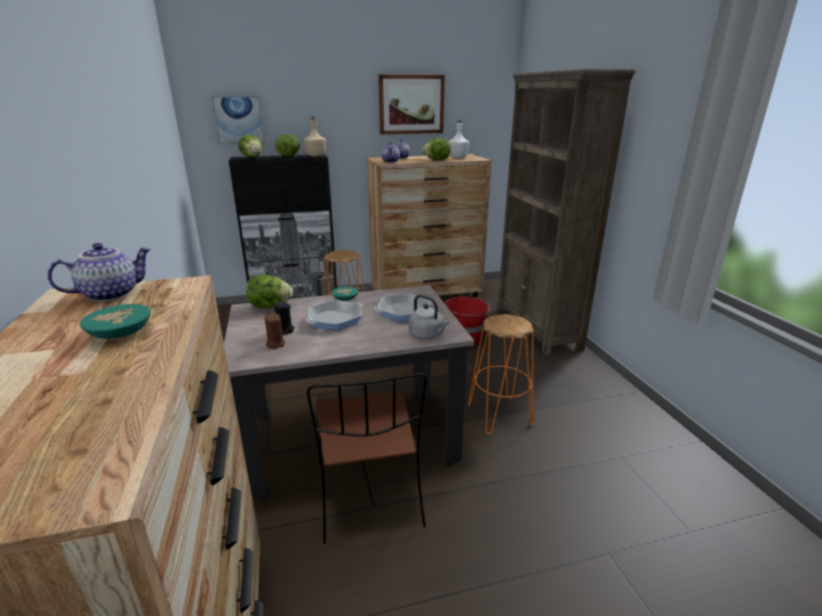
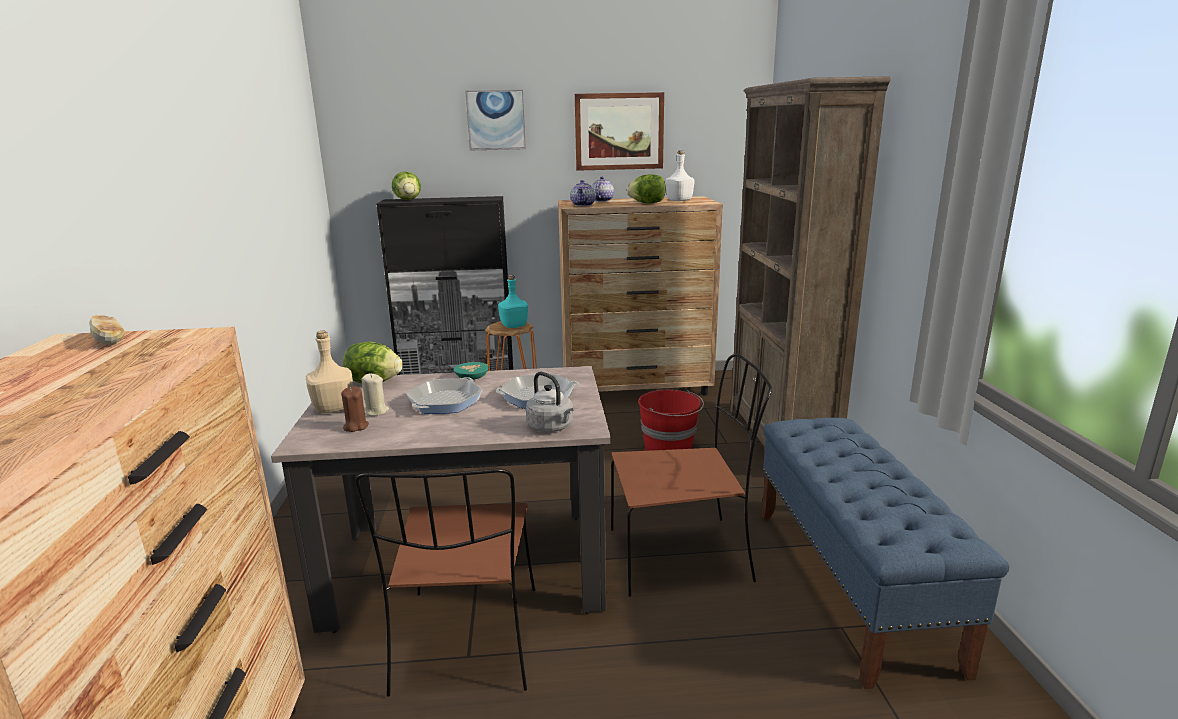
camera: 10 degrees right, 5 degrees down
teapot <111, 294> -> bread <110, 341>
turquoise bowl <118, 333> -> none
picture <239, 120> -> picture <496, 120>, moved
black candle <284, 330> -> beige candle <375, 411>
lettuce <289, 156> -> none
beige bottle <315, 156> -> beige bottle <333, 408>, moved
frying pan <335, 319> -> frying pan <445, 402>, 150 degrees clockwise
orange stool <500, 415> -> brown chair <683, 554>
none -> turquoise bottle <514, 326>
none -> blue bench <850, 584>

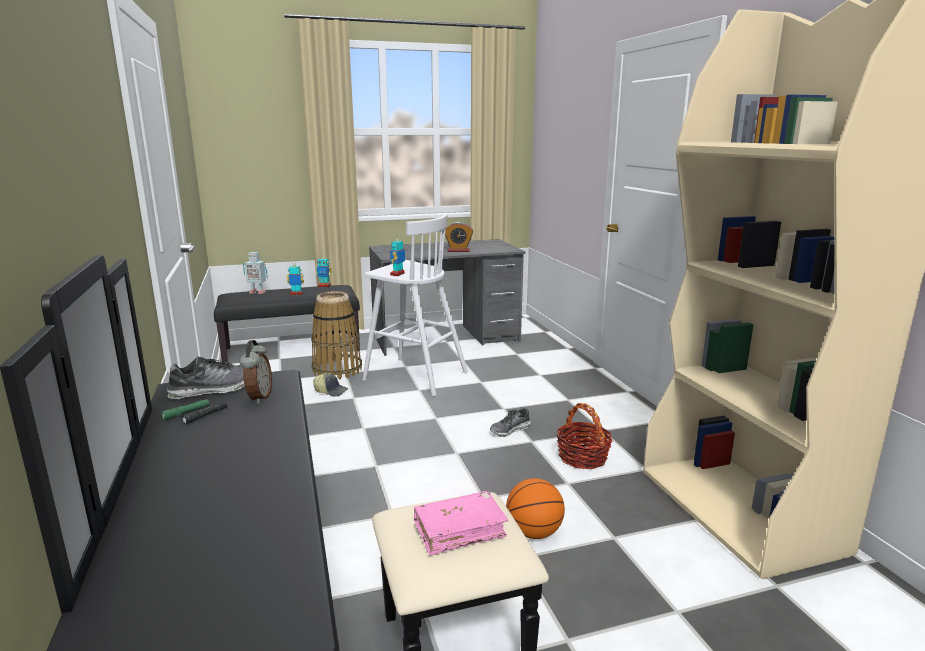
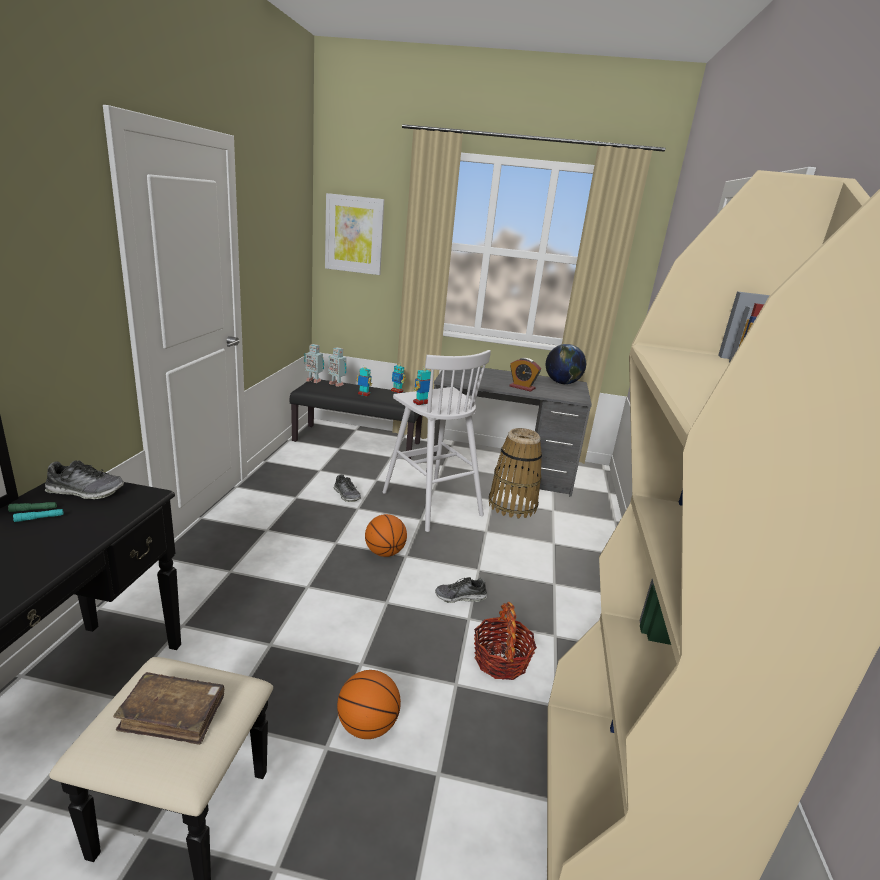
camera: 25 degrees right, 5 degrees up
black flashlight <205, 415> -> turquoise flashlight <39, 518>
alarm clock <258, 397> -> none
basket <337, 370> -> basket <512, 505>, moved
cap <331, 391> -> shoe <347, 495>
pink book <459, 530> -> brown book <173, 715>
none -> toy robot <313, 380>
none -> picture <354, 234>
none -> basketball <384, 553>
none -> globe <562, 383>

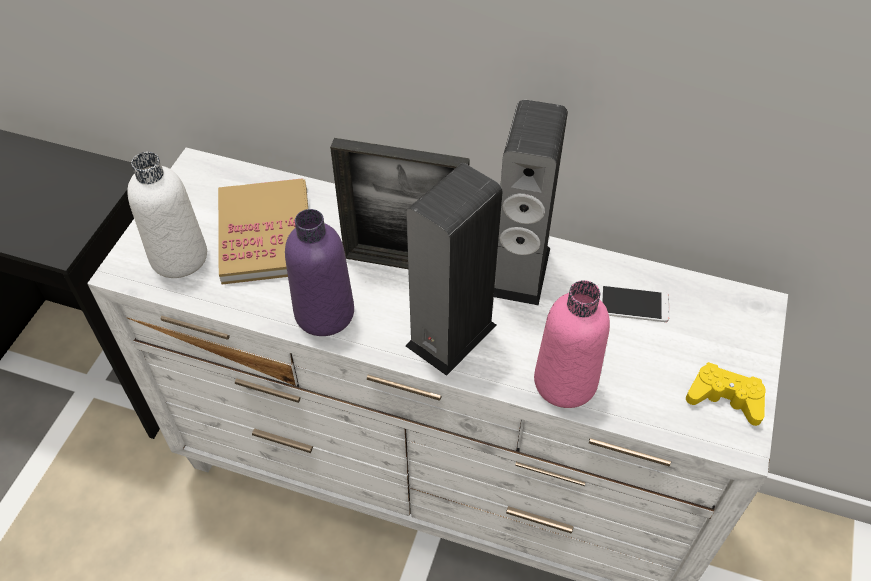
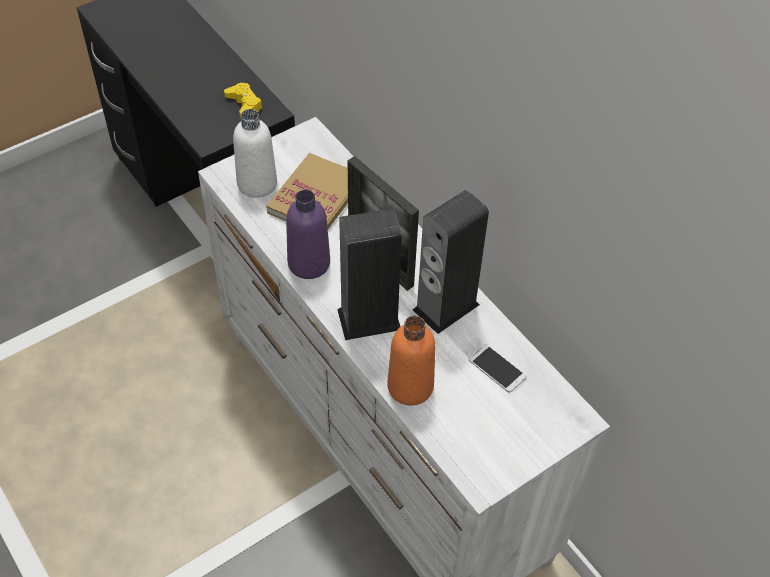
camera: 35 degrees right, 0 degrees up
pink bottle <565, 382> -> orange bottle <410, 386>
yellow game controller <725, 398> -> yellow game controller <244, 104>, moved

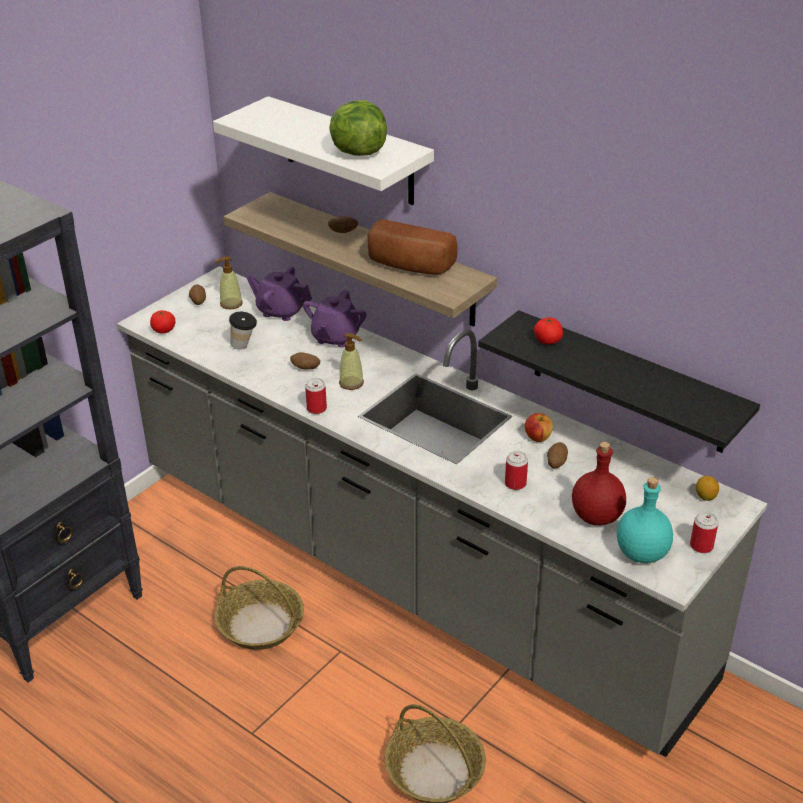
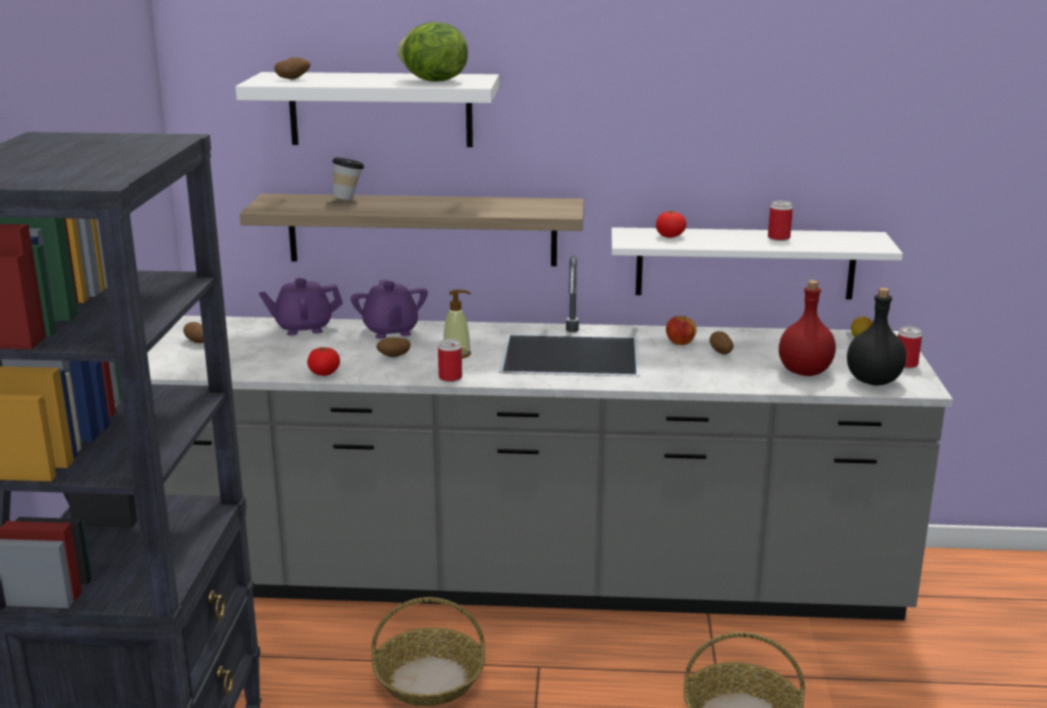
camera: 35 degrees left, 15 degrees down
tomato <164, 330> -> tomato <324, 373>, moved
soap dispenser <231, 304> -> none
cup <244, 346> -> cup <349, 199>, moved
potato <343, 232> -> potato <293, 79>, moved
bread <408, 266> -> none
black shelf <628, 383> -> white shelf <745, 263>
can <515, 483> -> can <778, 238>, moved
turquoise bottle <642, 552> -> black bottle <872, 381>

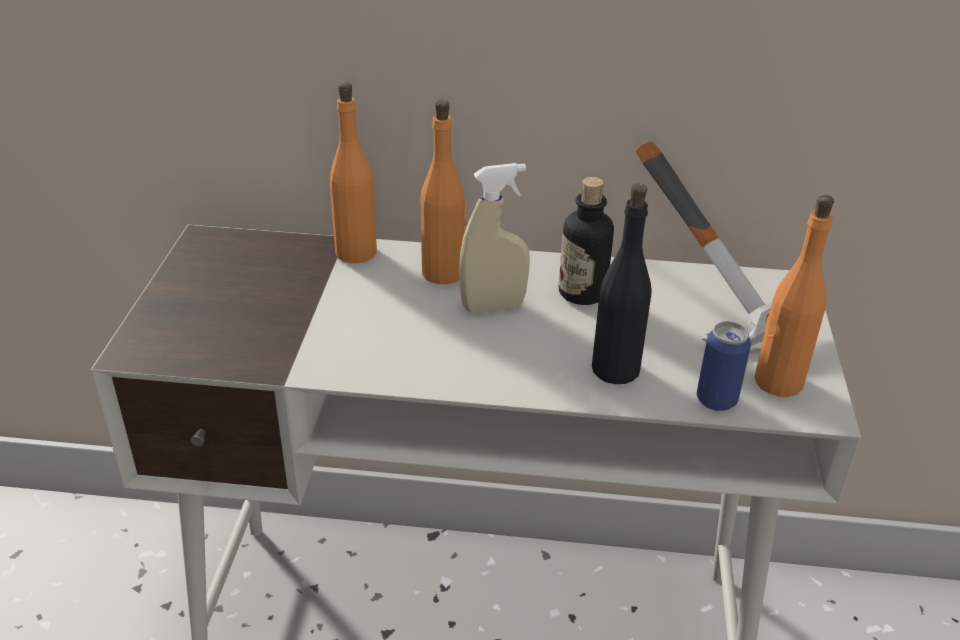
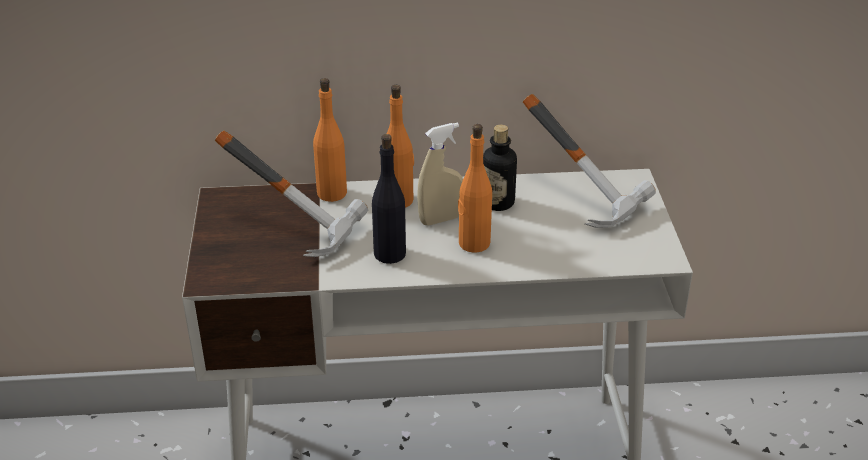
camera: 10 degrees left, 0 degrees up
black bottle <616, 369> -> black bottle <390, 254>, moved
can <716, 400> -> none
orange bottle <777, 381> -> orange bottle <473, 243>, moved
none -> hammer <301, 223>

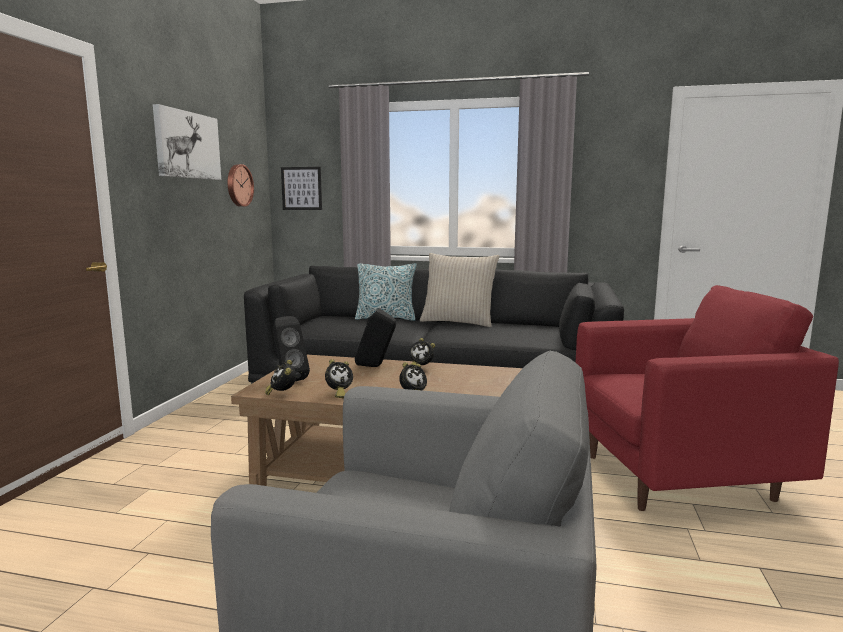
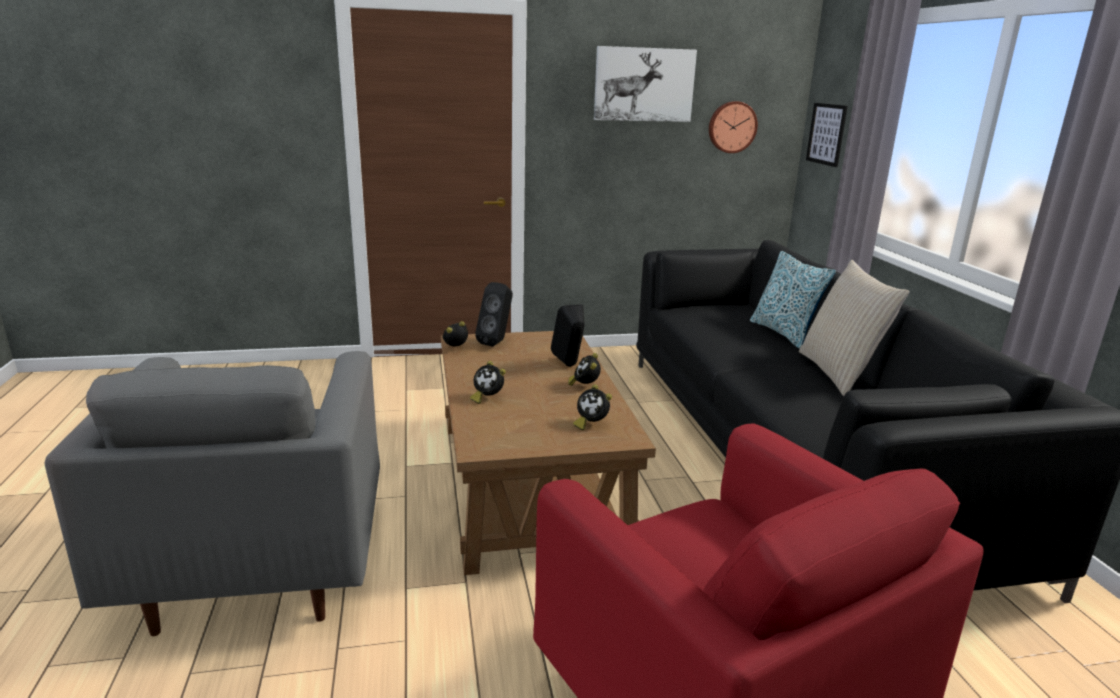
camera: 65 degrees right, 10 degrees up
alarm clock <338, 394> -> alarm clock <591, 424>, moved

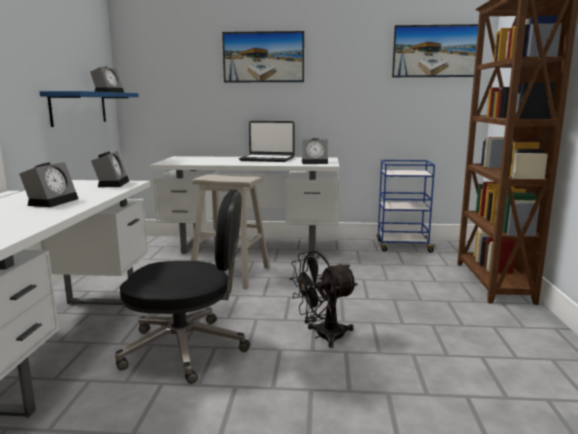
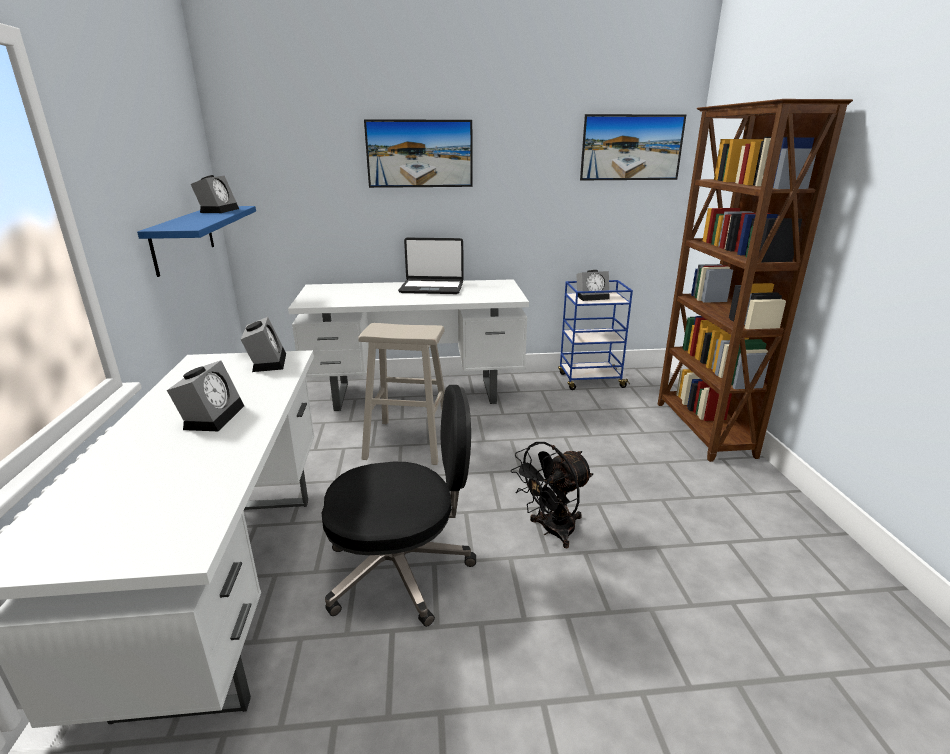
camera: 10 degrees left, 10 degrees up
alarm clock <315, 162> -> alarm clock <592, 297>, moved

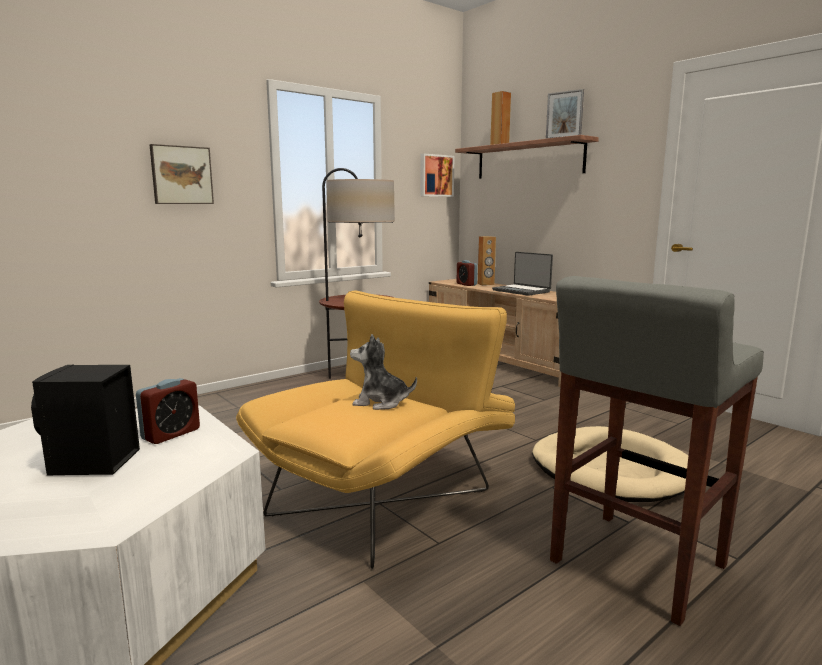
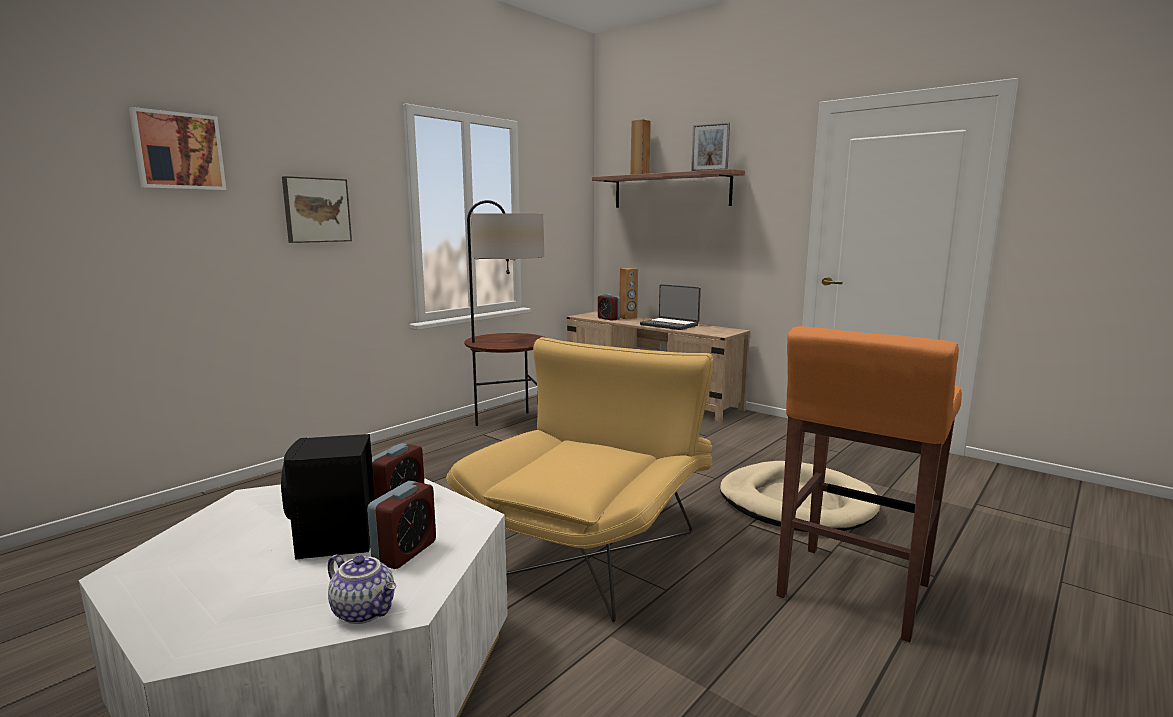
camera: 10 degrees left, 0 degrees up
plush toy <380, 402> -> none
picture <435, 175> -> picture <178, 151>, moved
grey stool <635, 565> -> orange stool <852, 591>
none -> teapot <365, 611>
none -> alarm clock <405, 552>

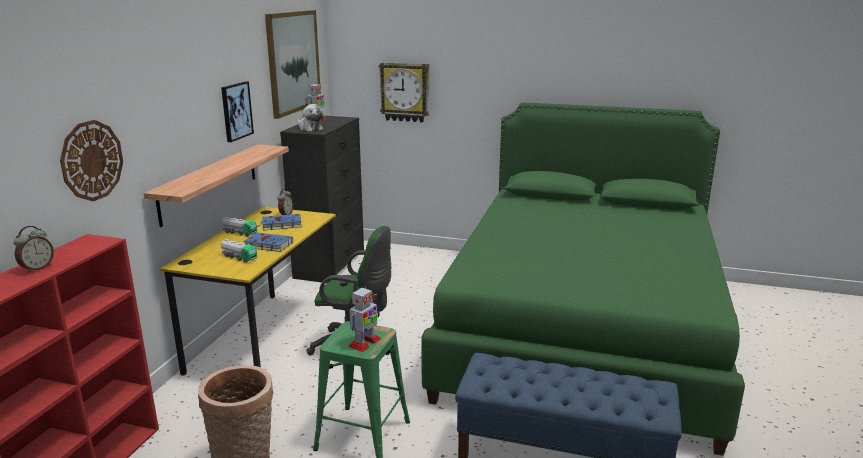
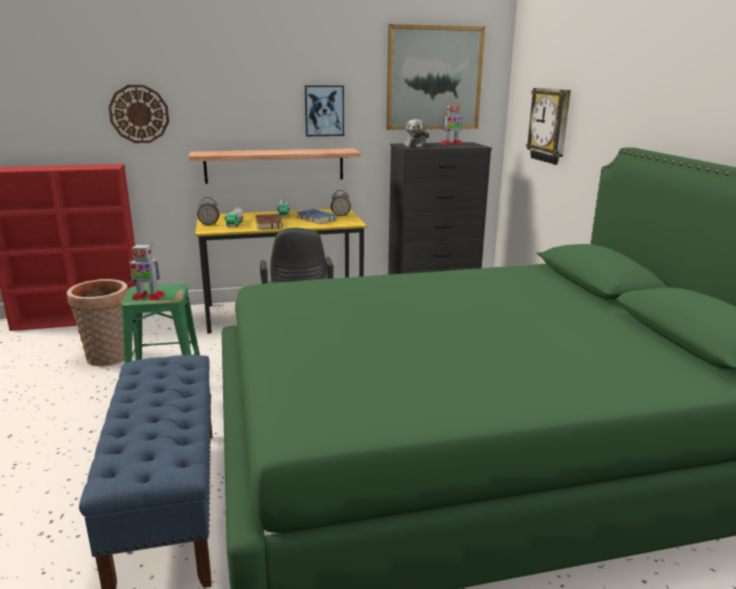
camera: 60 degrees right, 0 degrees up
alarm clock <37, 268> -> alarm clock <209, 224>, moved
blue book <267, 245> -> brown book <268, 224>

